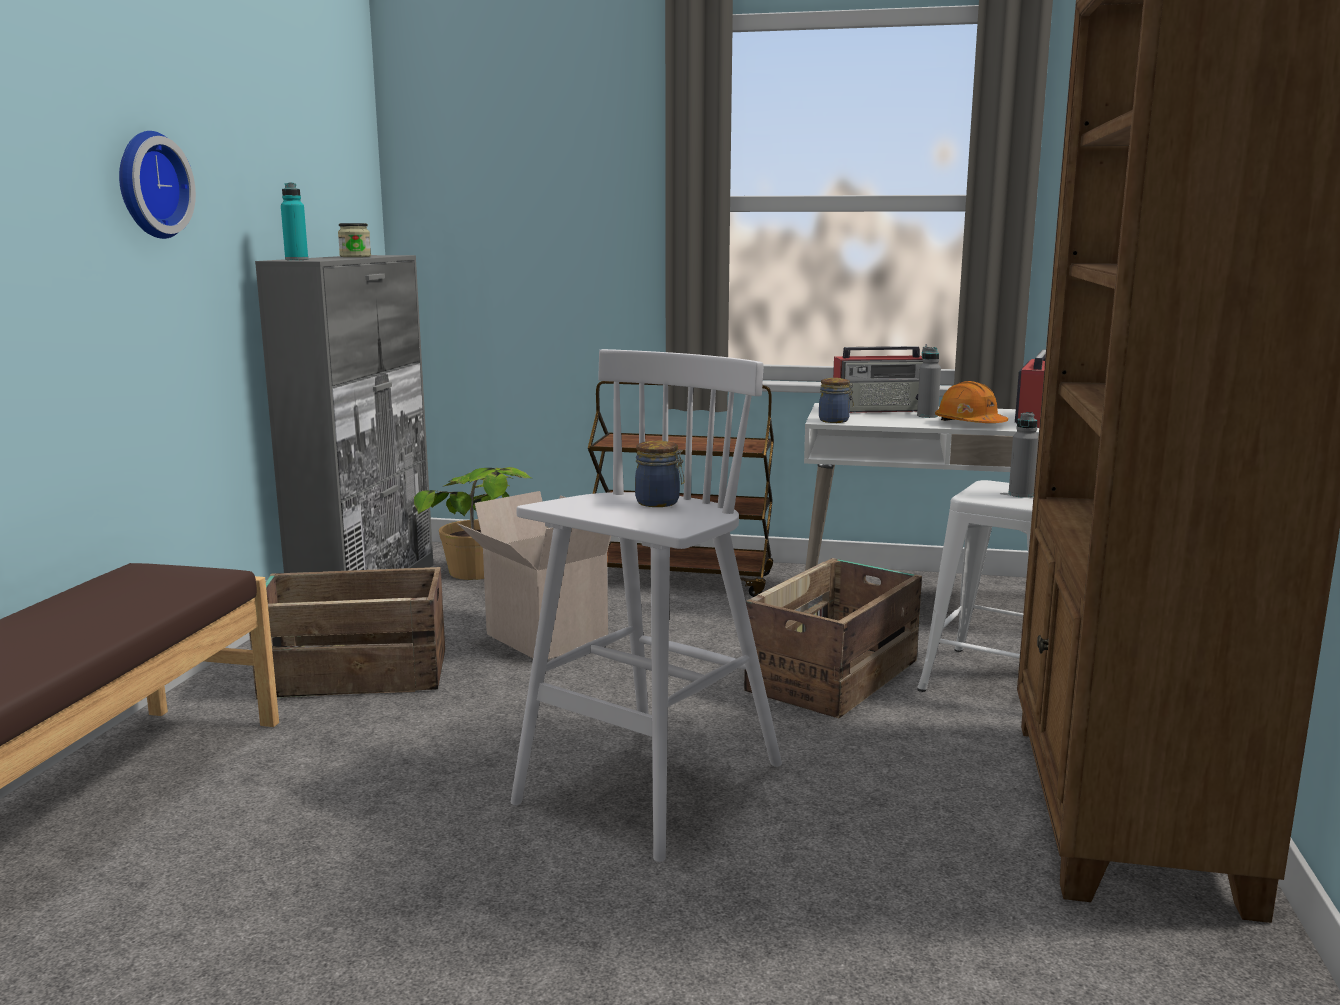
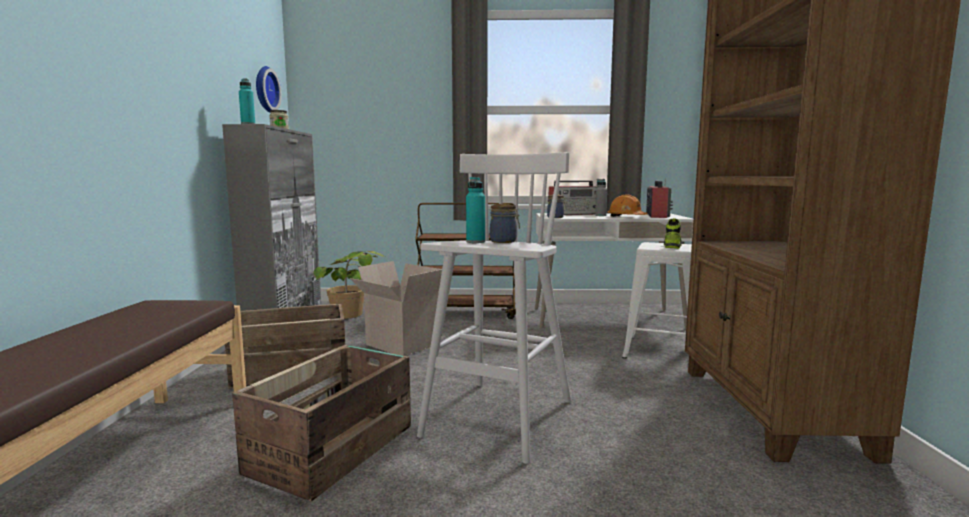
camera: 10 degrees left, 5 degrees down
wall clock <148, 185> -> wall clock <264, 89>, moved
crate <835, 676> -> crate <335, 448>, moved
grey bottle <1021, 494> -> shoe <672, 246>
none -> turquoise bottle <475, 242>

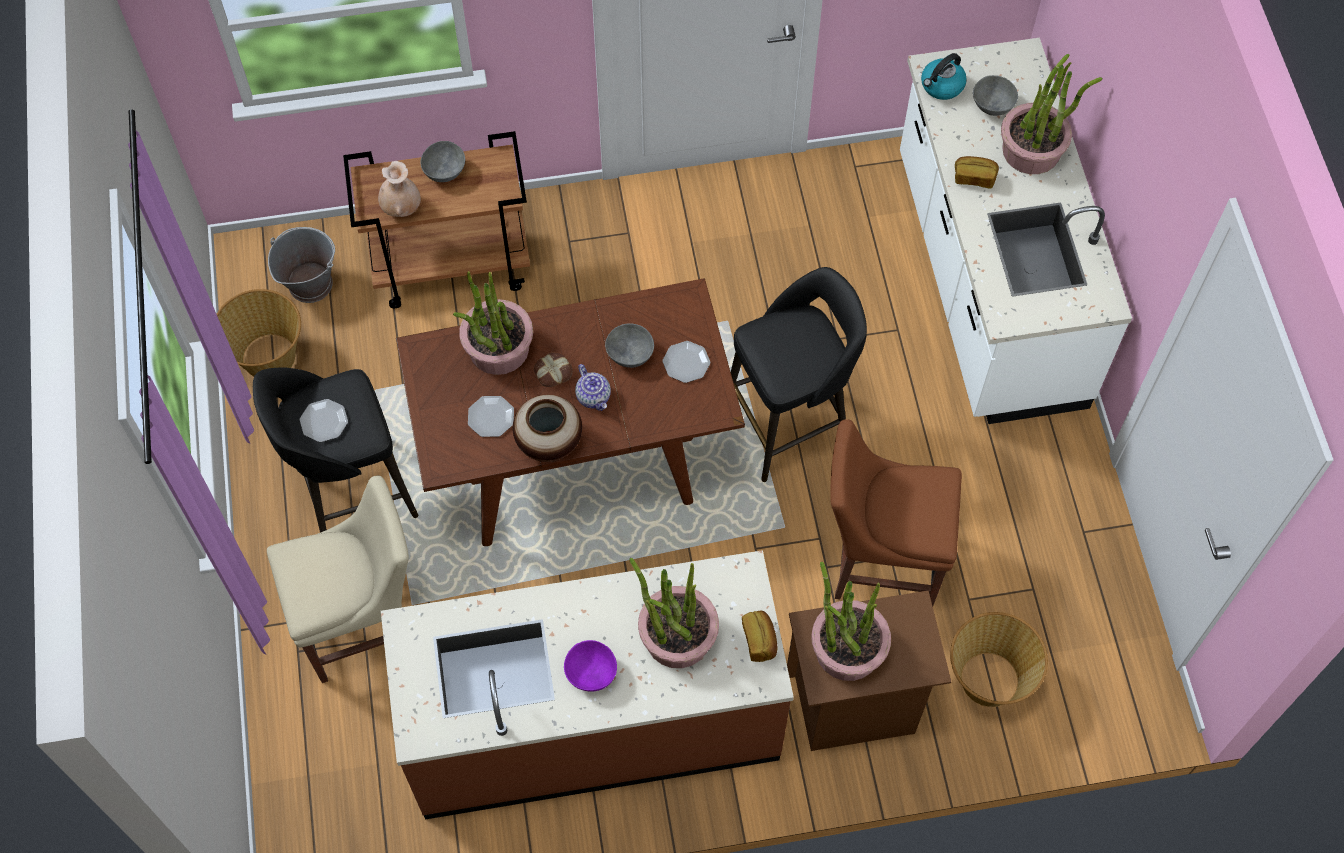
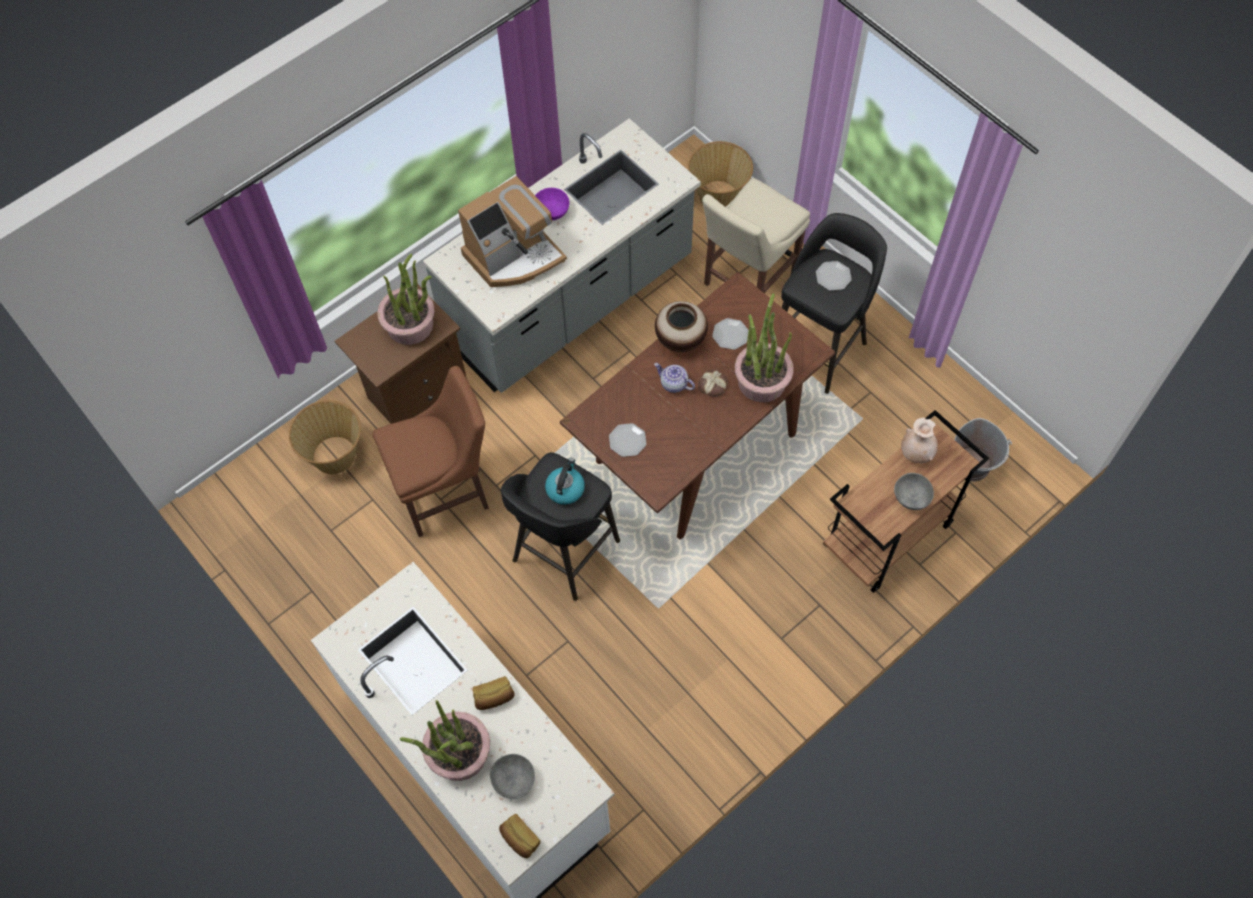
camera: 150 degrees right, 0 degrees up
basket <268, 358> -> basket <718, 195>, moved
brown counter <593, 721> -> grey counter <570, 302>
grey bowl <629, 354> -> none
potted plant <677, 636> -> coffee machine <514, 256>
bread <759, 640> -> bread <520, 839>, moved
kettle <941, 86> -> kettle <565, 488>, moved

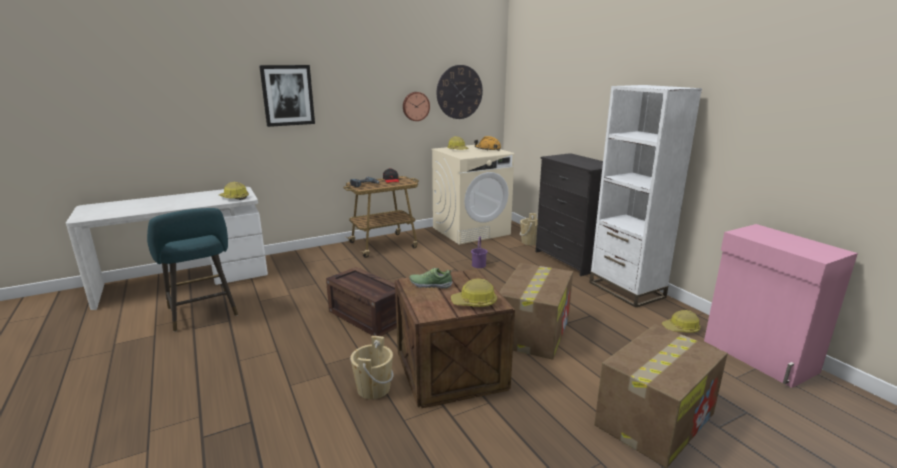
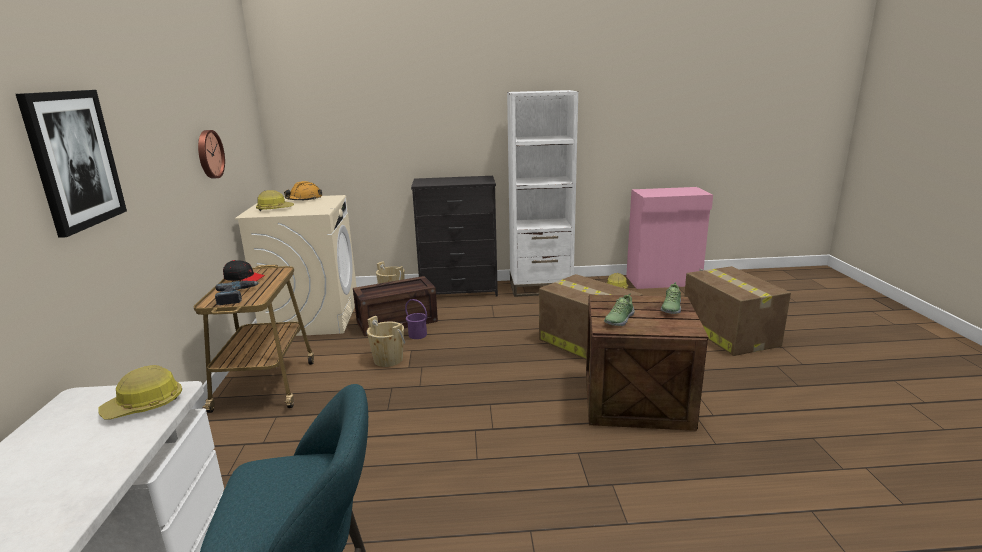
camera: 65 degrees left, 0 degrees up
crate <368, 317> -> crate <397, 321>, moved
beige bucket <373, 388> -> beige bucket <388, 360>, moved
wall clock <459, 92> -> none
hard hat <474, 303> -> shoe <671, 308>

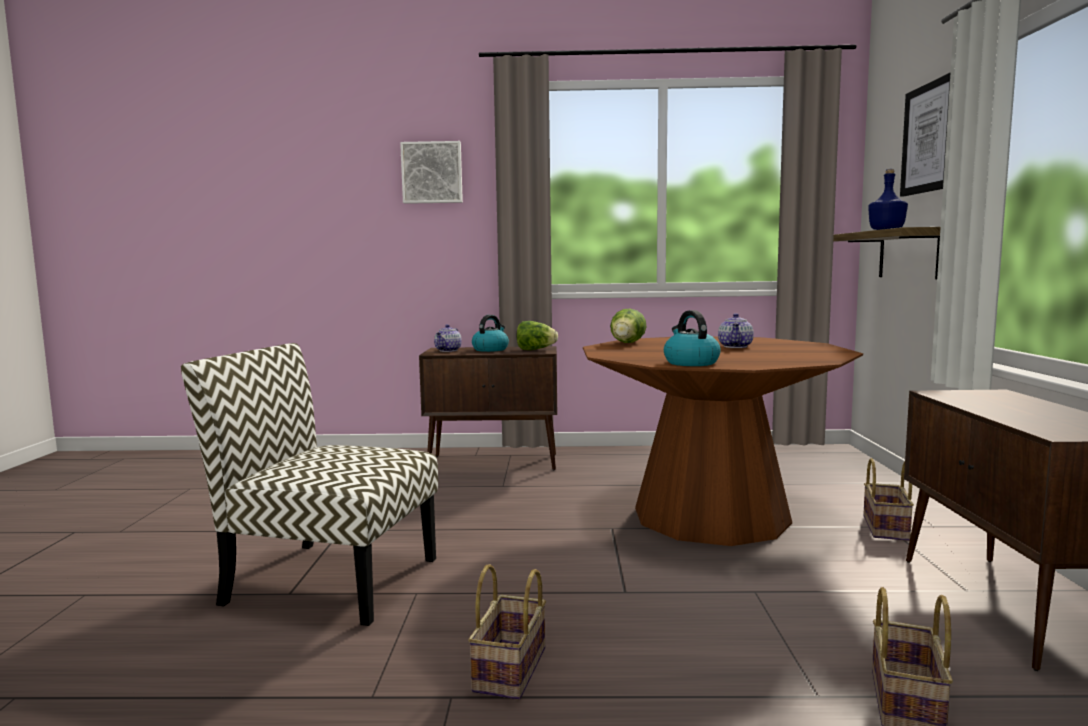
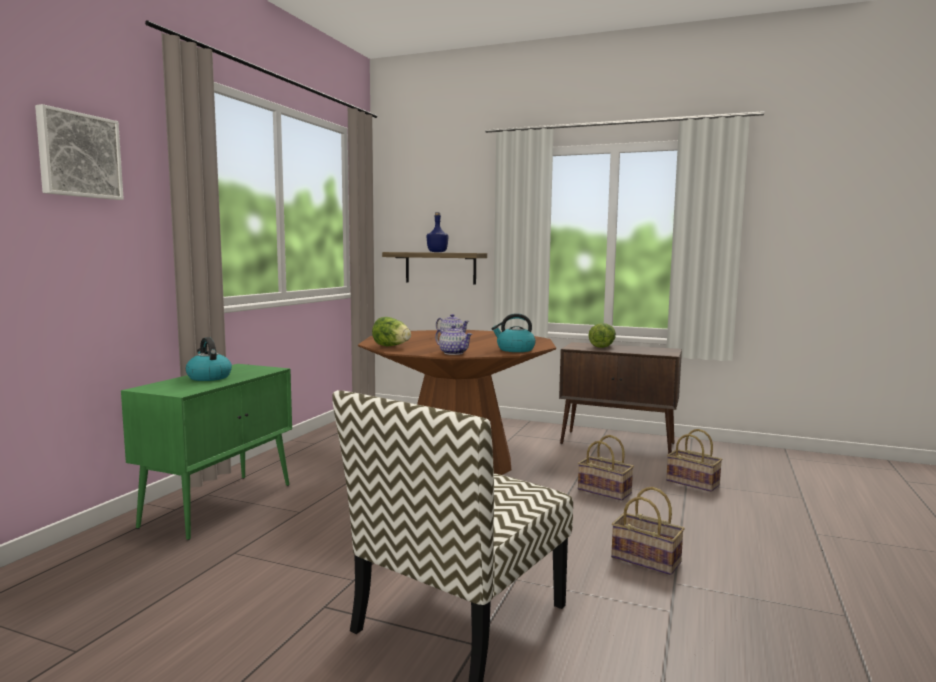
camera: 70 degrees left, 0 degrees up
brown cabinet <494, 462> -> green cabinet <220, 504>
teapot <448, 350> -> teapot <453, 353>, moved
lettuce <535, 350> -> lettuce <603, 346>, moved
basket <887, 529> -> basket <606, 491>, moved
picture <929, 138> -> none

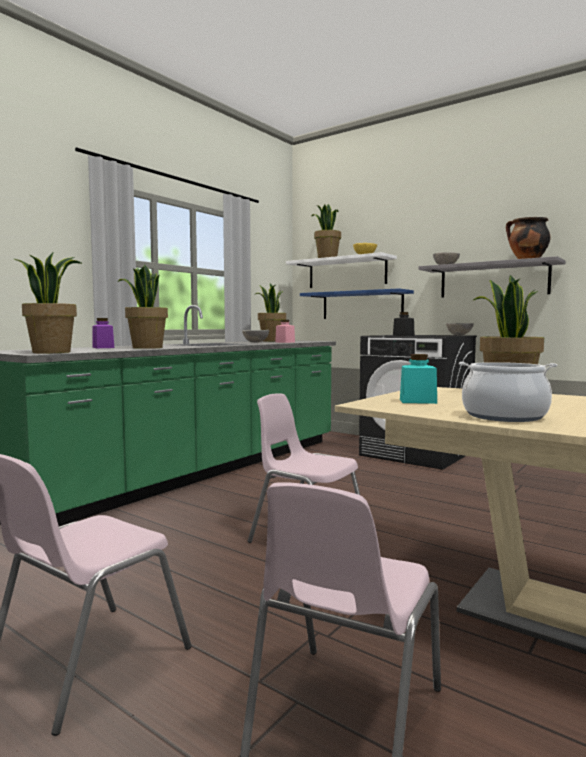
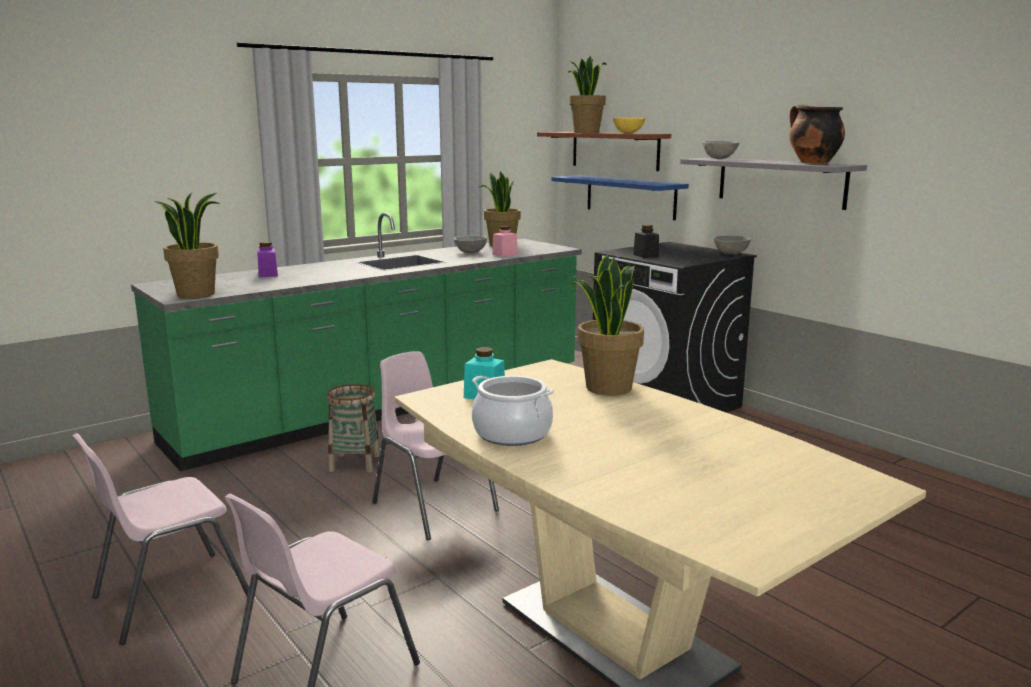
camera: 15 degrees right, 10 degrees up
potted plant <146, 347> -> none
white shelf <347, 273> -> brown shelf <614, 150>
none -> basket <354, 463>

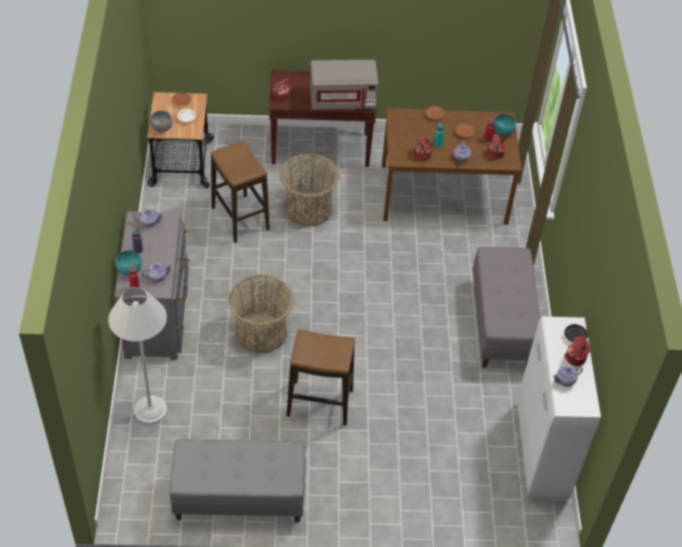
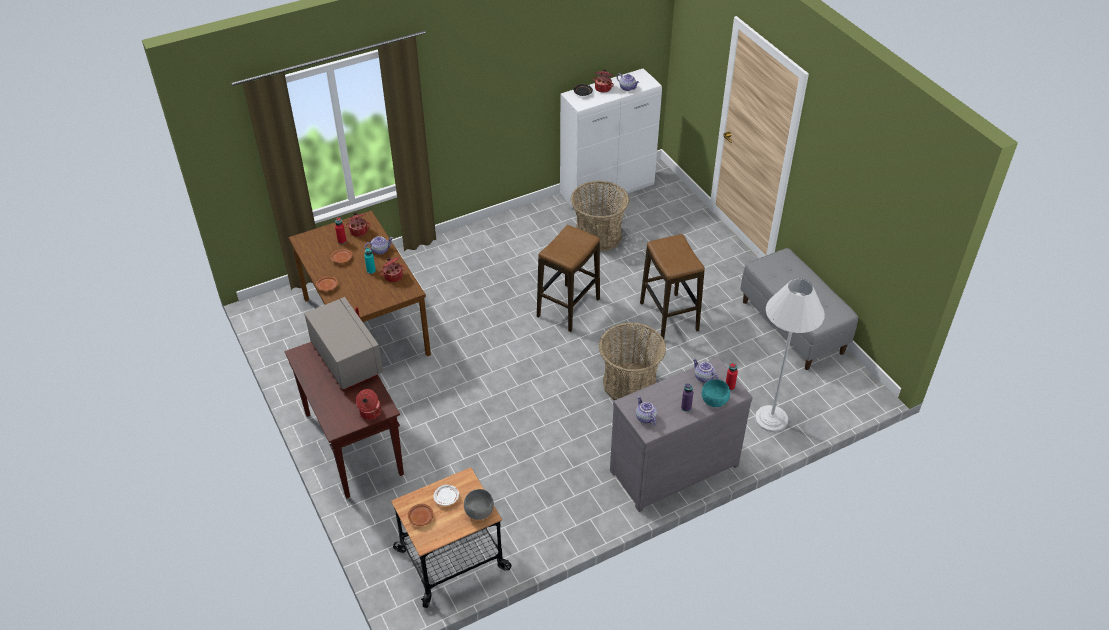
camera: 115 degrees left, 5 degrees down
stool <240, 219> -> stool <568, 308>, moved
basket <308, 208> -> basket <598, 236>, moved
grey bench <502, 324> -> none
turquoise bowl <502, 132> -> none

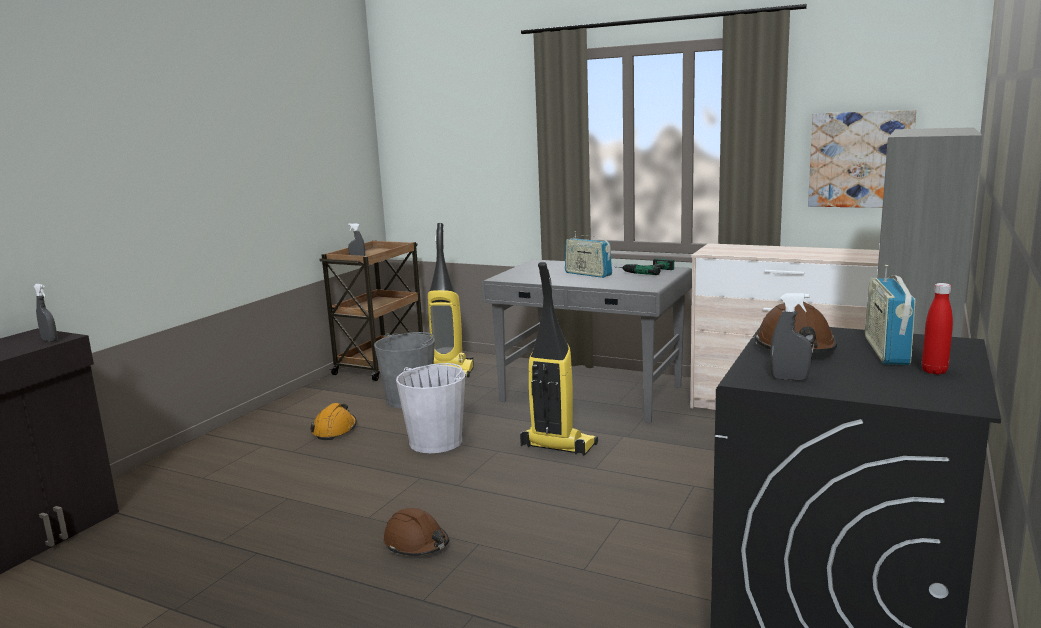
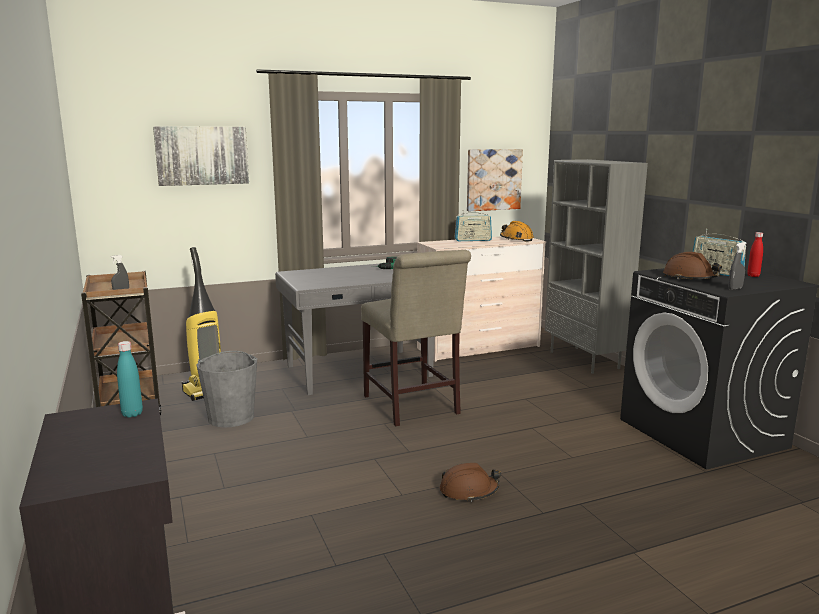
camera: 50 degrees left, 0 degrees up
grey spray bottle <50, 340> -> turquoise bottle <132, 414>
orange hard hat <335, 430> -> orange hard hat <516, 239>, moved
white bucket <436, 441> -> none
vacuum cleaner <557, 446> -> beige chair <412, 407>
radio <588, 274> -> radio <473, 240>, moved
none -> picture <202, 155>

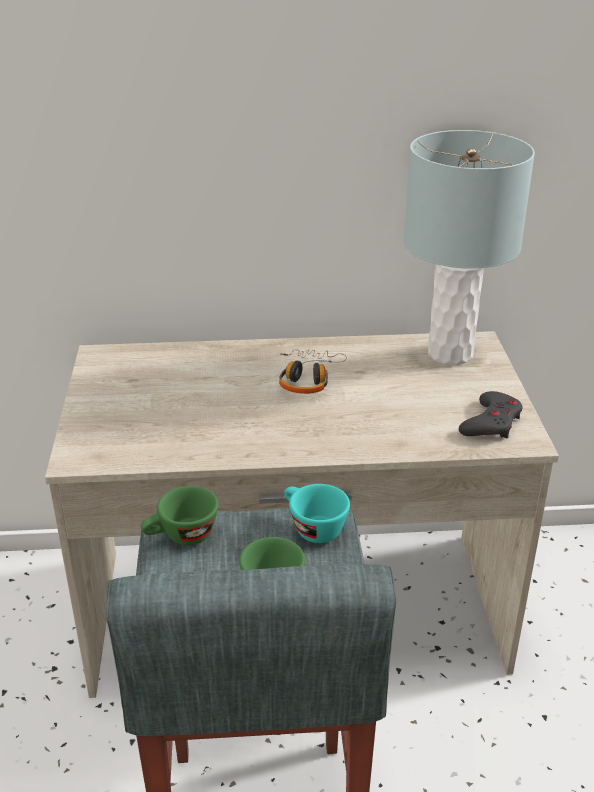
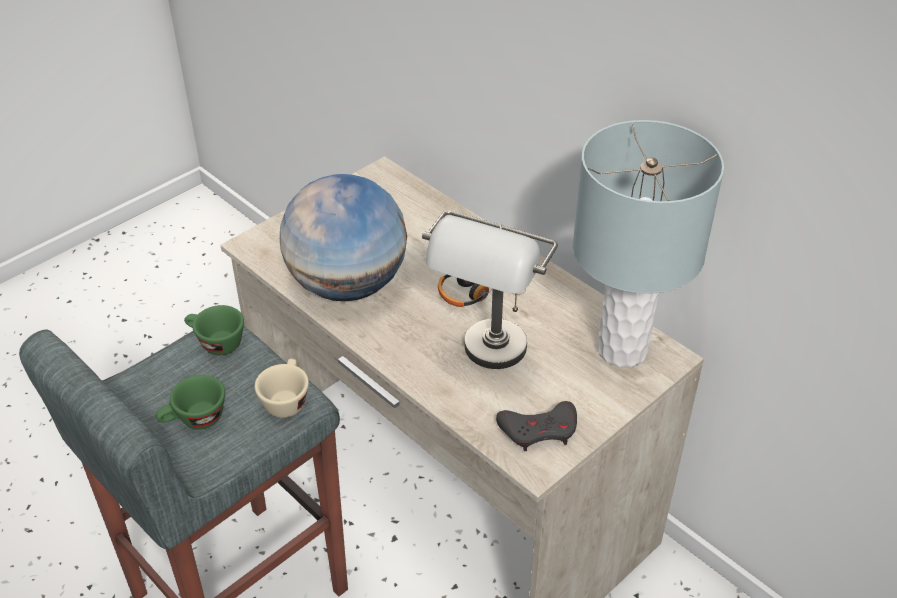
camera: 50 degrees right, 10 degrees up
turquoise cup <312, 527> -> beige cup <286, 399>
none -> globe <348, 285>
none -> grey table lamp <488, 362>

